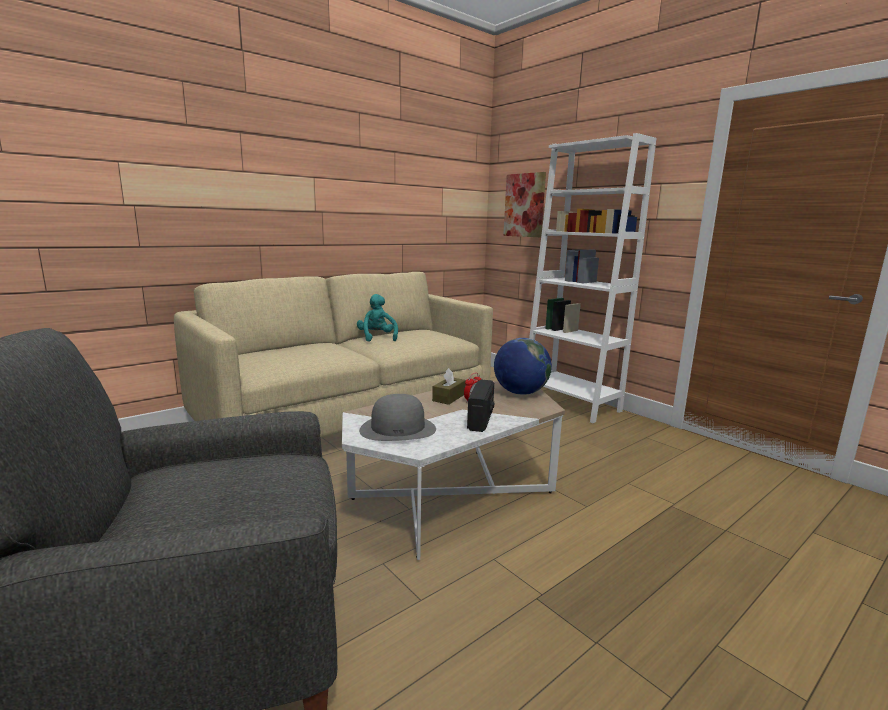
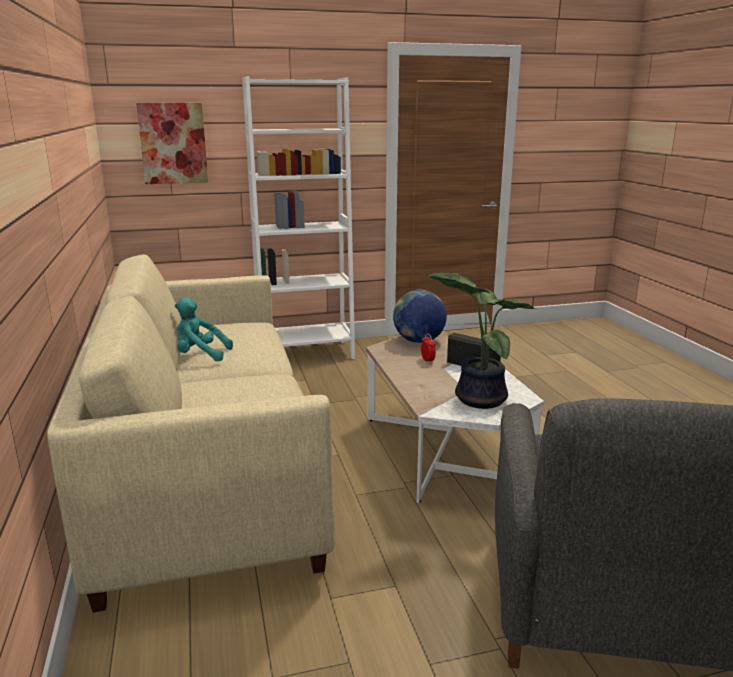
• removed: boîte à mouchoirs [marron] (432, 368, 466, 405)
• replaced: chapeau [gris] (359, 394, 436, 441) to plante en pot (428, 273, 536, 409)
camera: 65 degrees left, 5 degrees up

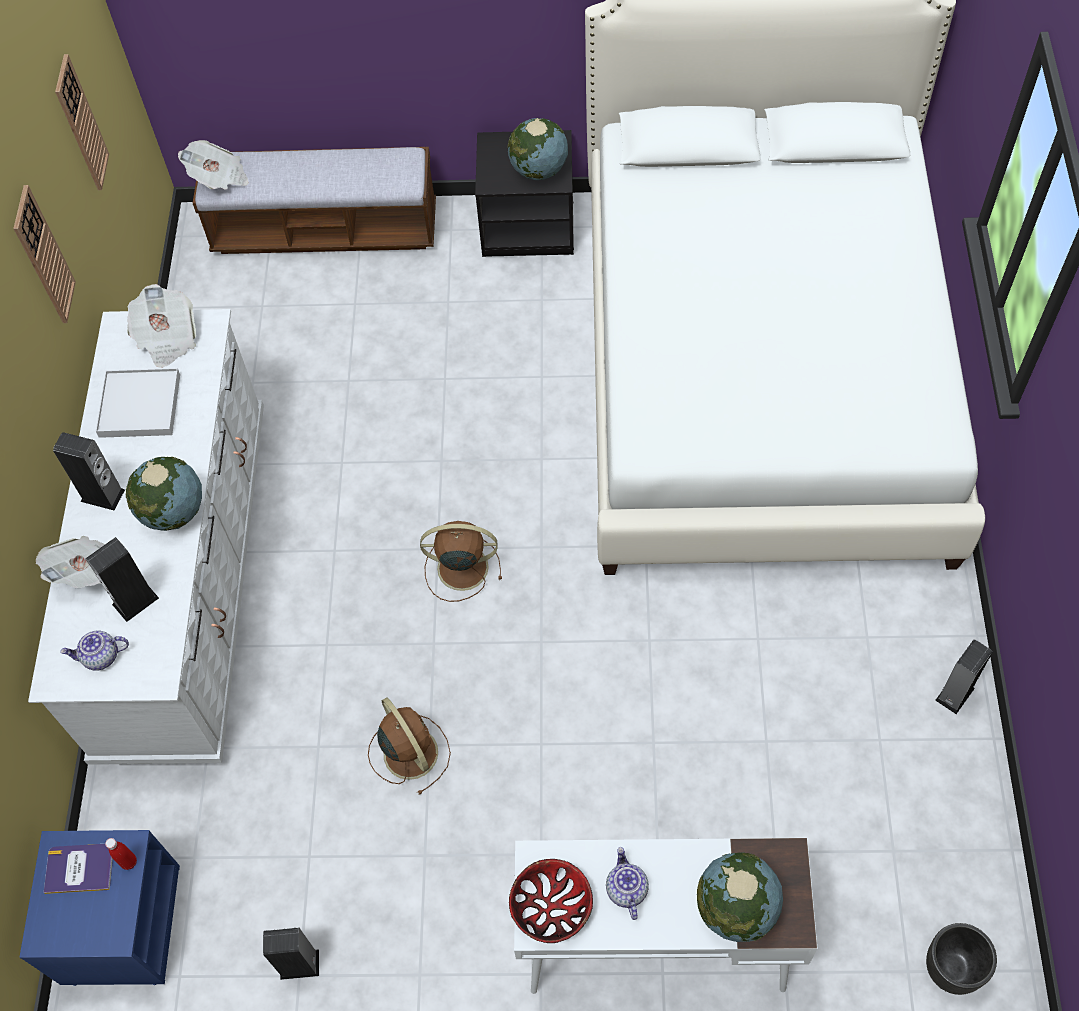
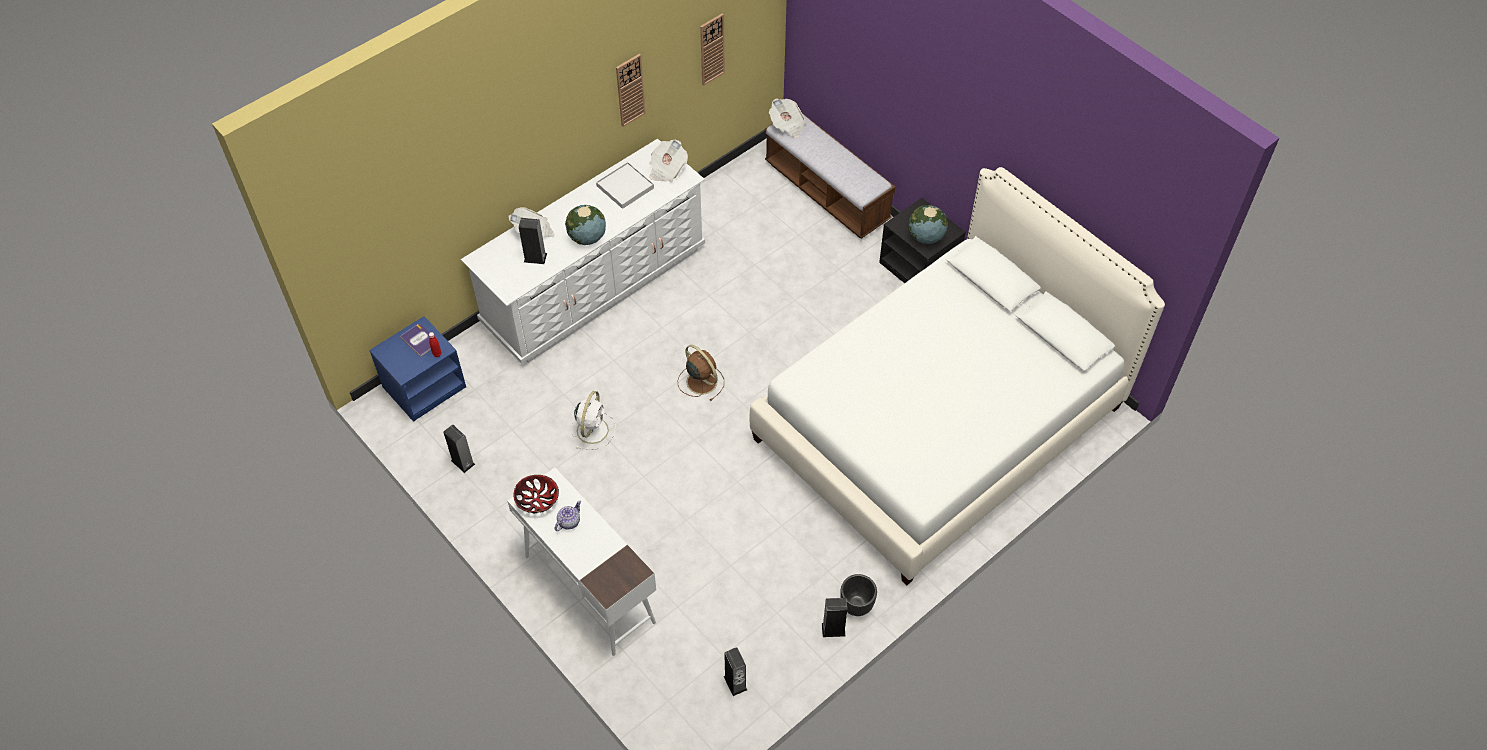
• removed: théière (60, 630, 129, 671)
• removed: globe (697, 852, 783, 942)
• moved: enceinte (53, 432, 125, 511) to (724, 647, 747, 696)
• moved: cache-pot [noir] (926, 923, 997, 995) to (840, 574, 877, 616)
• recoloured: ventilateur [marron] (368, 697, 451, 795) to ventilateur [blanc] (571, 391, 616, 450)
camera: 45 degrees right, 5 degrees down

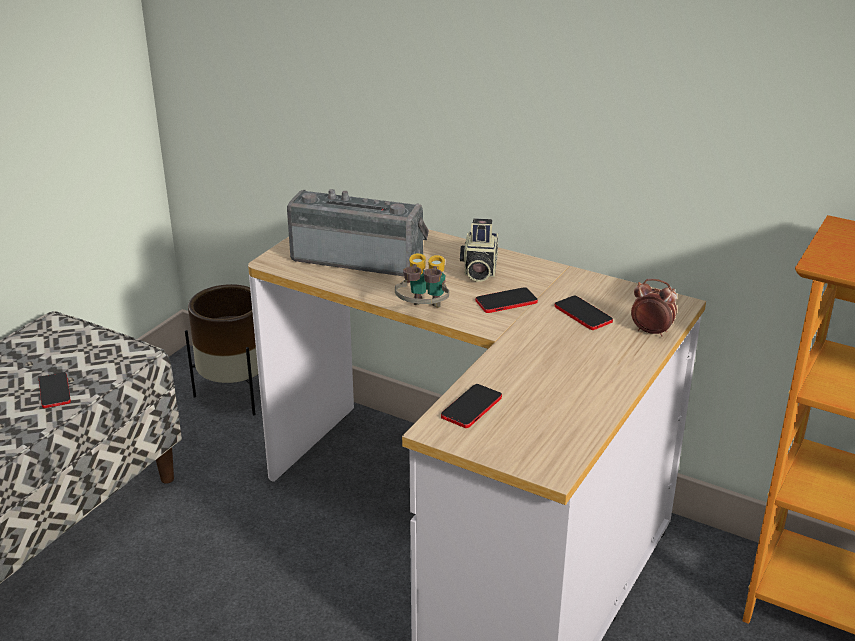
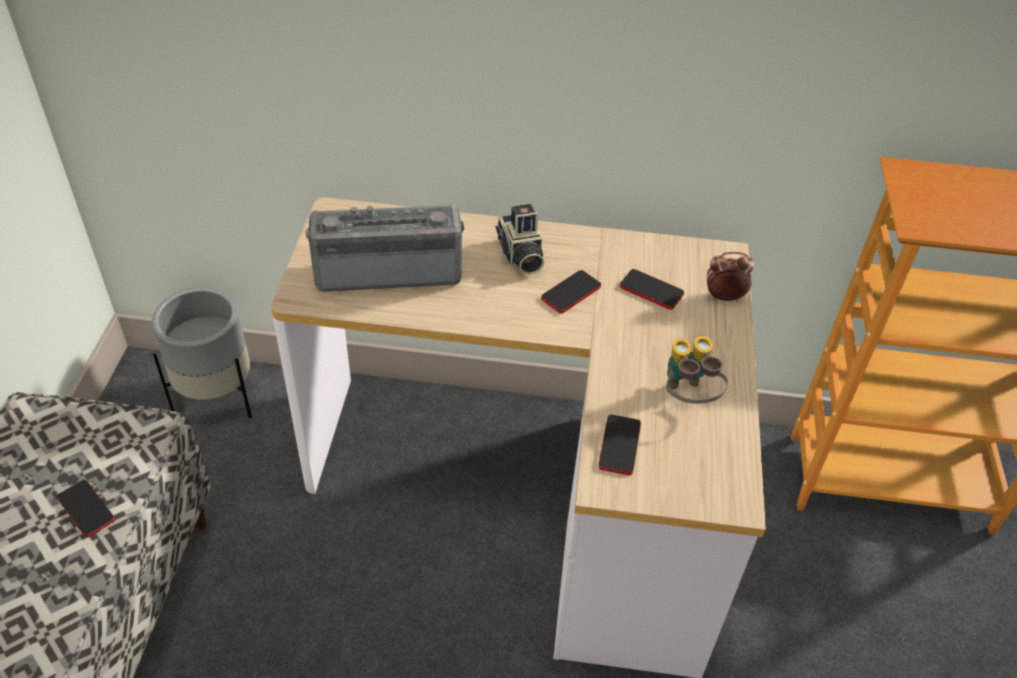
• moved: jumelles (395, 253, 449, 308) to (666, 336, 729, 404)
• recoloured: cache-pot [marron] (185, 284, 258, 416) to cache-pot [gris] (152, 287, 252, 418)
camera: 25 degrees left, 15 degrees up

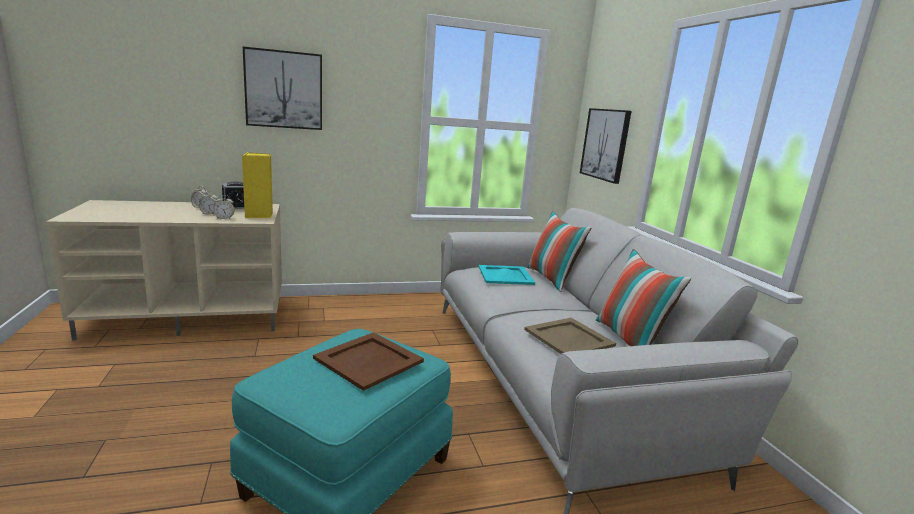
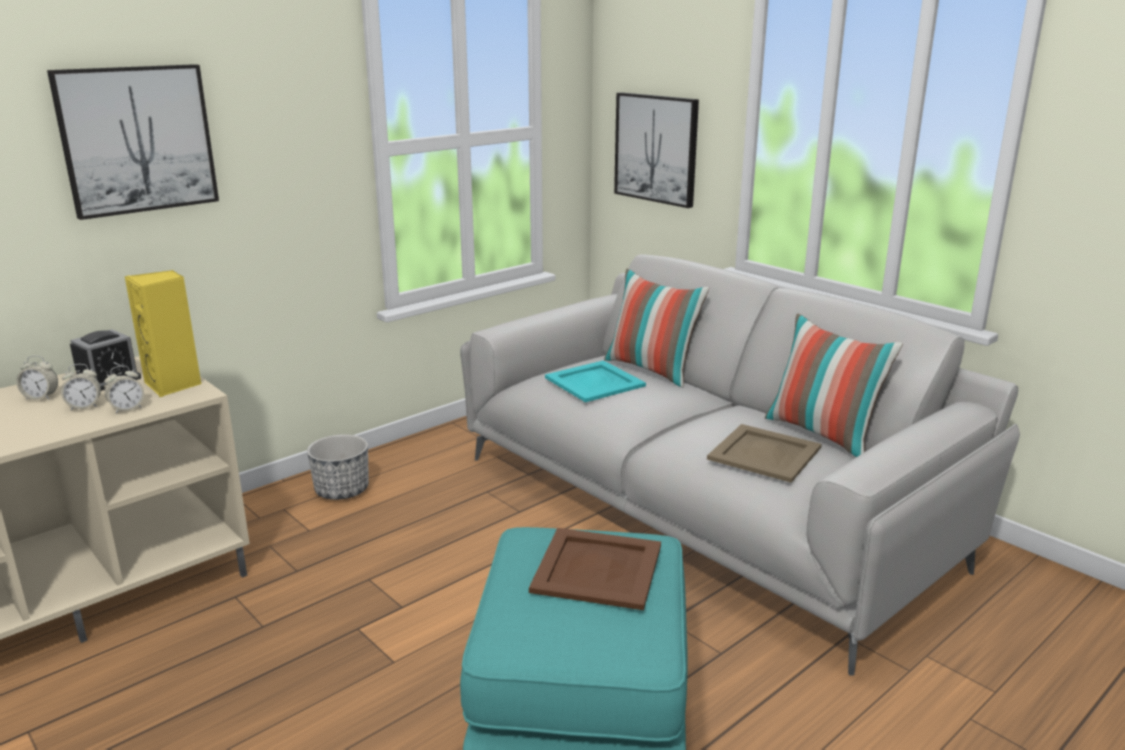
• added: cache-pot (307, 434, 369, 500)
camera: 25 degrees left, 5 degrees up

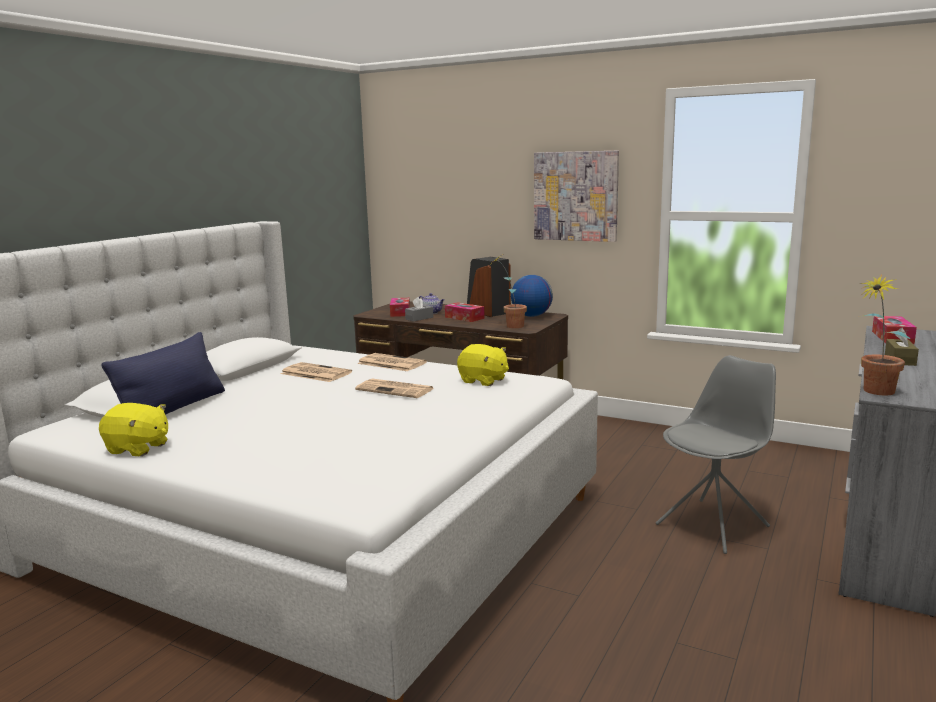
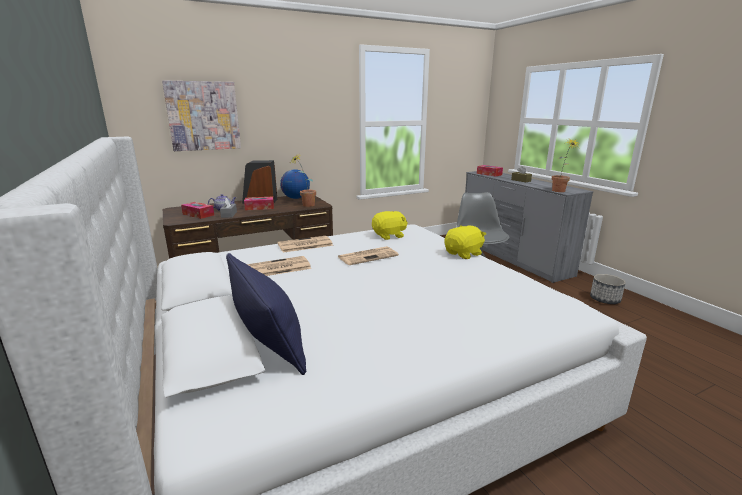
• added: cache-pot (590, 274, 626, 304)
• moved: peluche [jaune] (99, 403, 168, 456) to (445, 225, 486, 259)
• moved: tableau (534, 151, 619, 242) to (162, 80, 241, 151)
camera: 55 degrees left, 5 degrees up

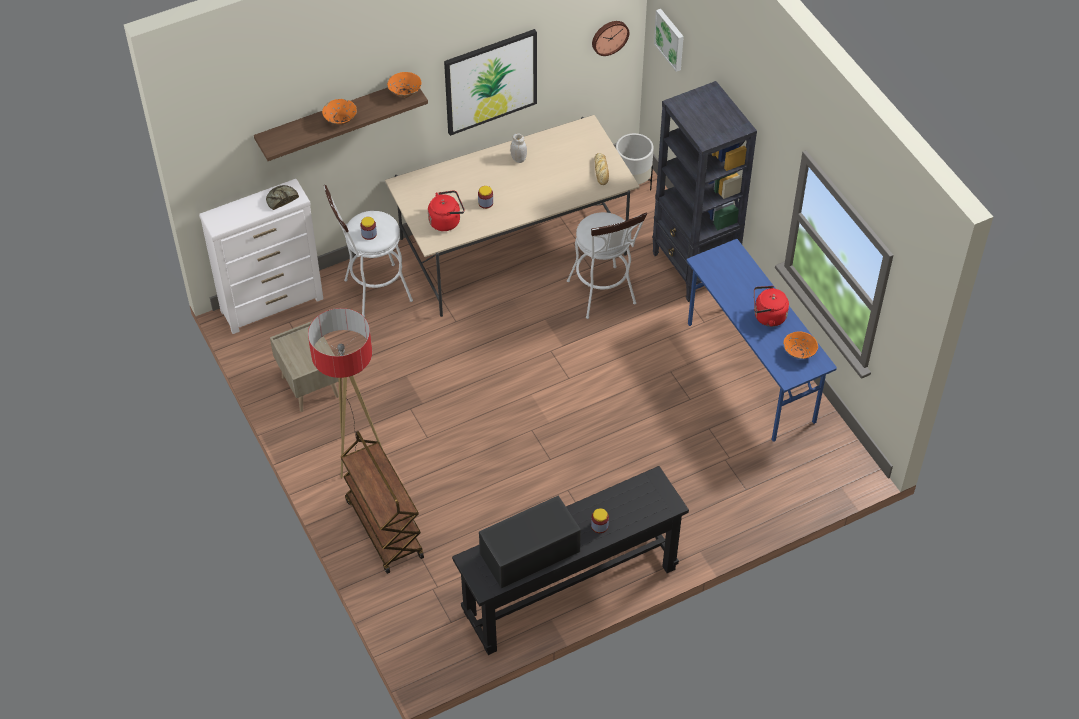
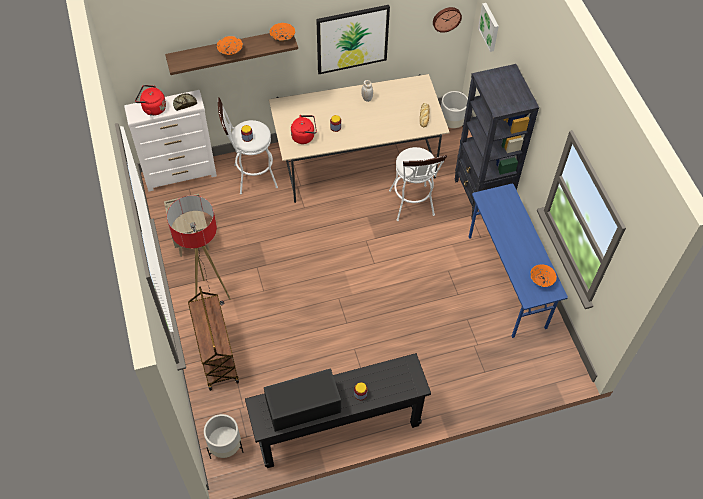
• added: cache-pot [blanc] (204, 414, 243, 459)
• moved: bouilloire [rouge] (754, 286, 789, 327) to (135, 85, 166, 116)
camera: 10 degrees right, 5 degrees up

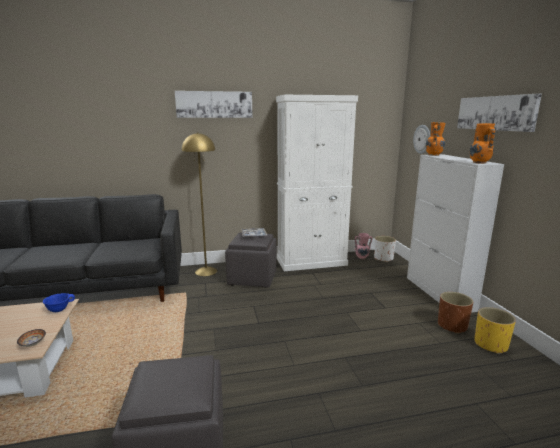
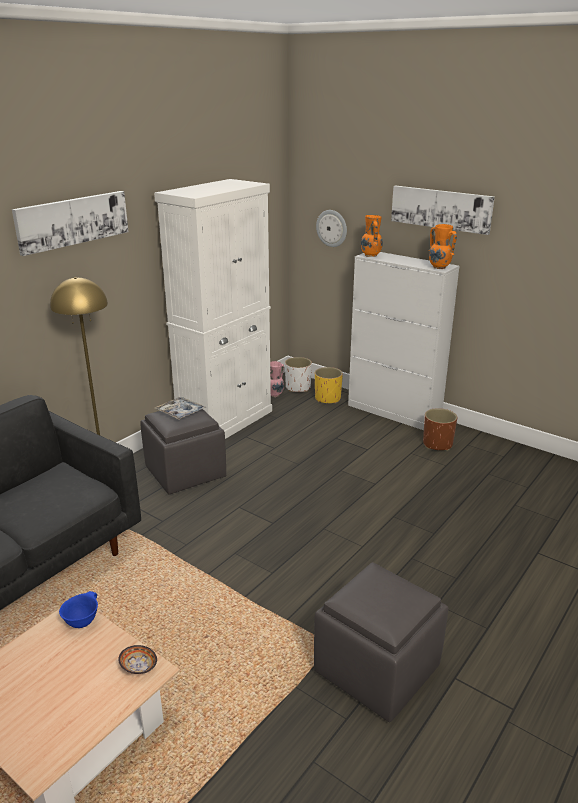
• moved: cache-pot [jaune] (475, 307, 516, 354) to (315, 367, 343, 404)
camera: 40 degrees left, 10 degrees up

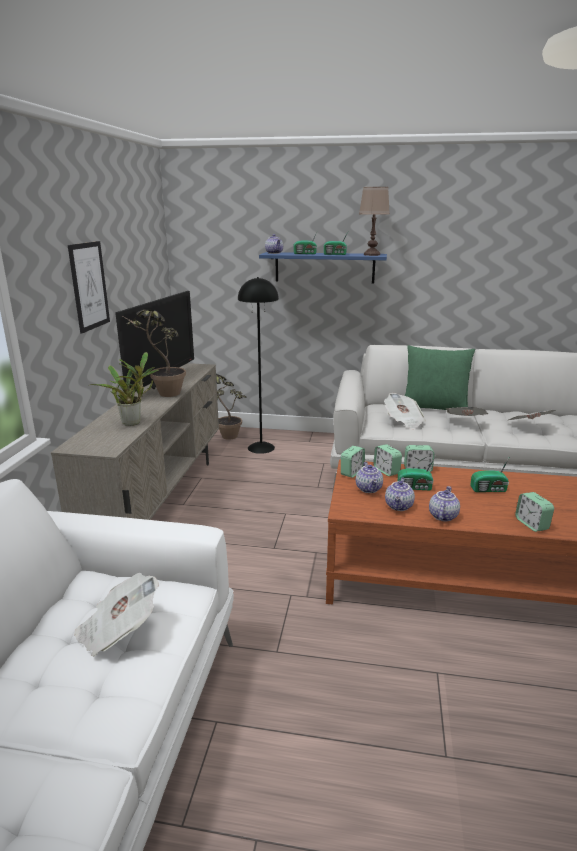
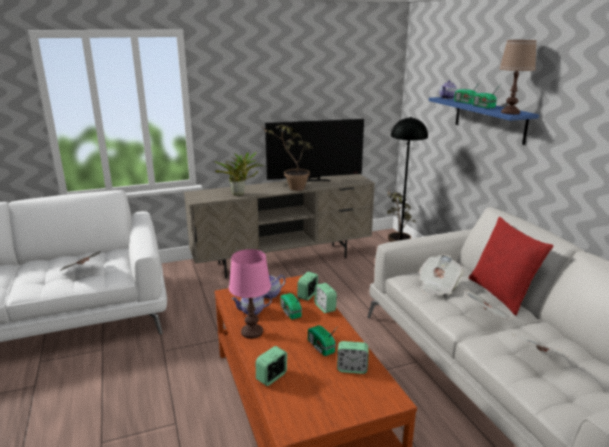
• removed: tableau (68, 241, 110, 333)
• moved: réveil (341, 446, 365, 478) to (337, 341, 369, 374)
• replaced: théière (429, 486, 460, 521) to lampe de table [rose] (229, 249, 271, 339)
• recoloured: coussin [vert] (405, 345, 475, 410) to coussin [rouge] (469, 217, 553, 316)
camera: 60 degrees right, 0 degrees up

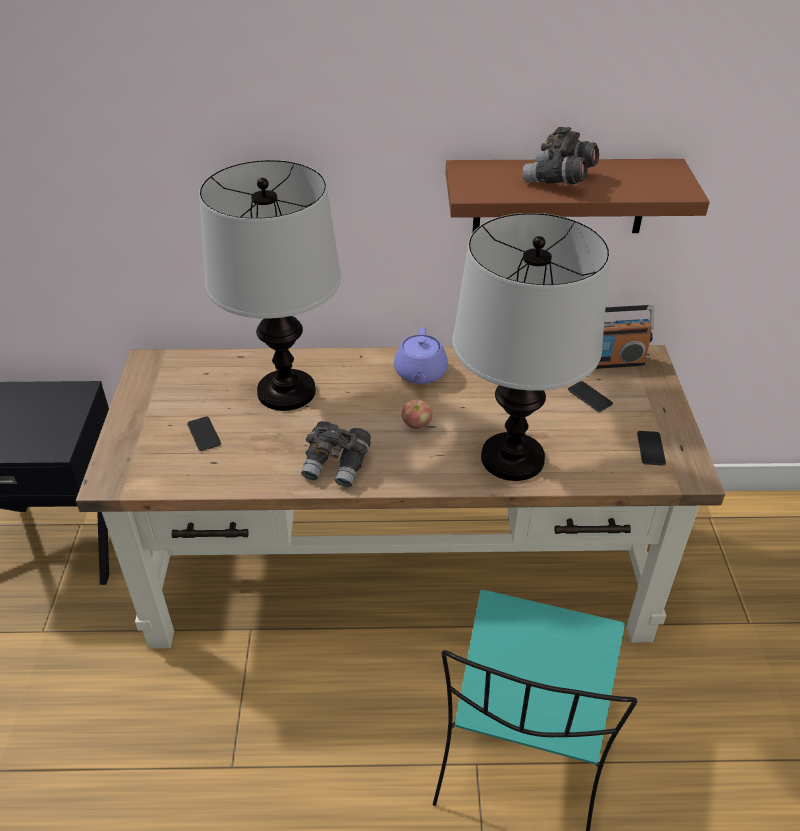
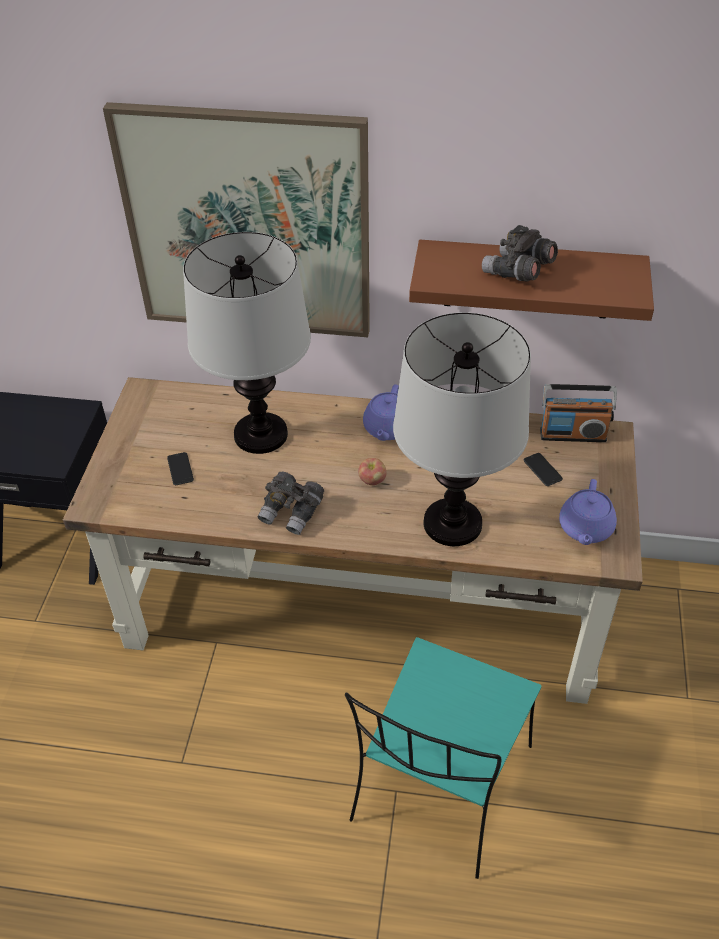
• added: tableau (103, 102, 370, 337)
• replaced: téléphone (637, 431, 666, 465) to théière [violet] (559, 479, 617, 545)
camera: 10 degrees right, 5 degrees up

